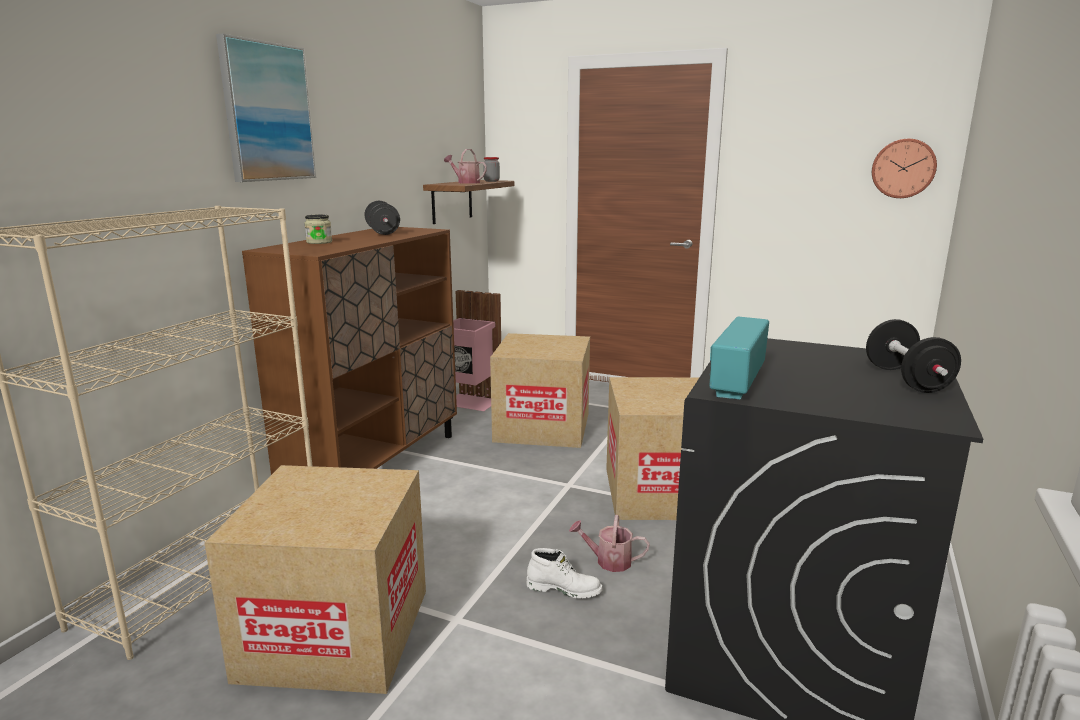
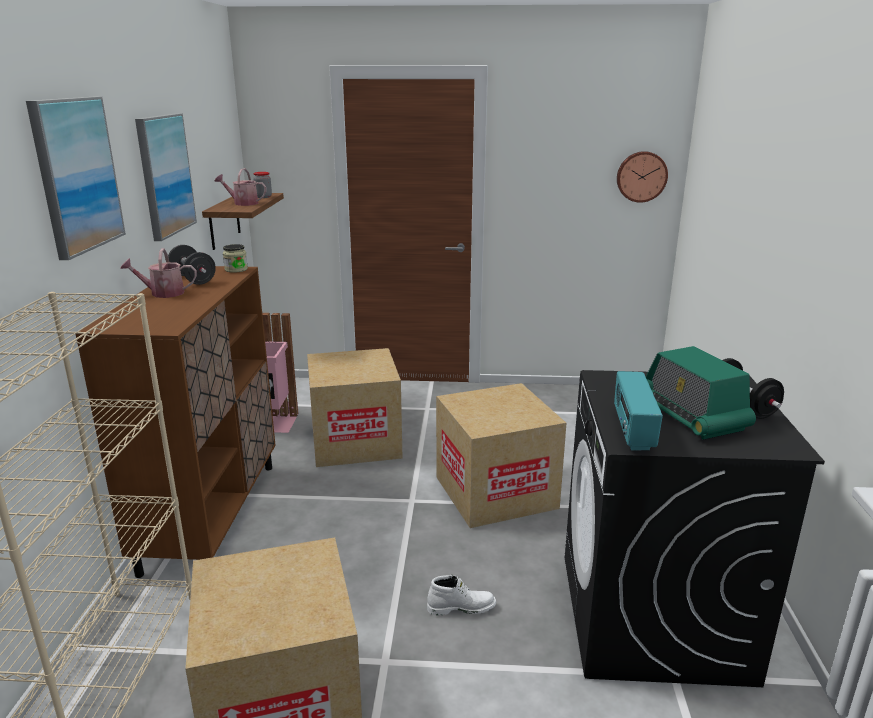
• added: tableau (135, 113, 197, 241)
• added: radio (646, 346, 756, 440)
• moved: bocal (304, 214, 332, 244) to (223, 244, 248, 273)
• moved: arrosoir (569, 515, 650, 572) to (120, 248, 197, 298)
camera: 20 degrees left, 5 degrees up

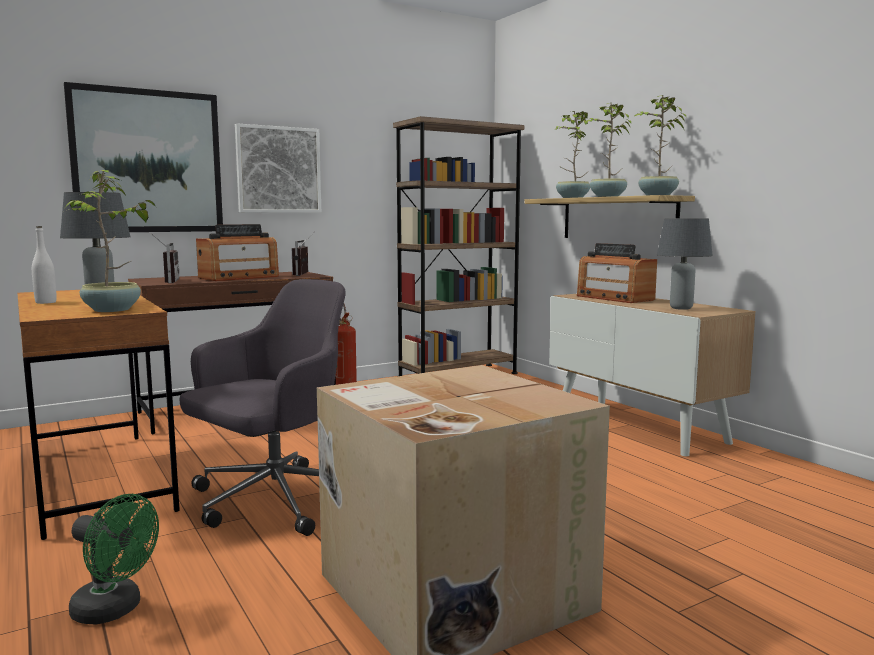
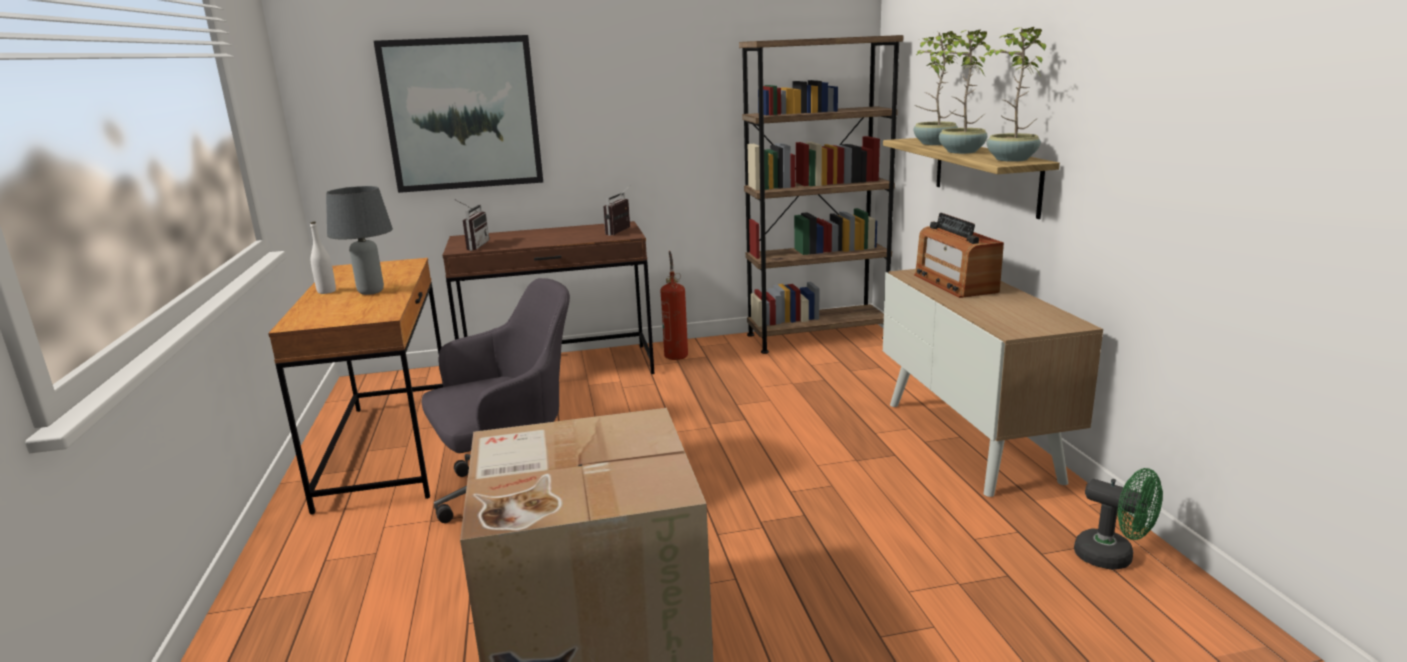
• removed: plante en pot (65, 170, 156, 312)
• removed: radio (196, 224, 279, 281)
• removed: tableau (235, 123, 321, 213)
• removed: lampe de table [gris] (657, 218, 713, 310)
• moved: ventilateur [vert] (69, 494, 159, 625) to (1074, 468, 1163, 570)
camera: 20 degrees right, 10 degrees up

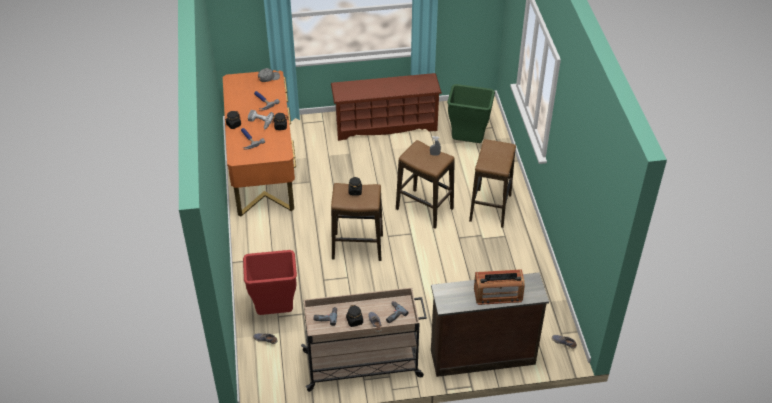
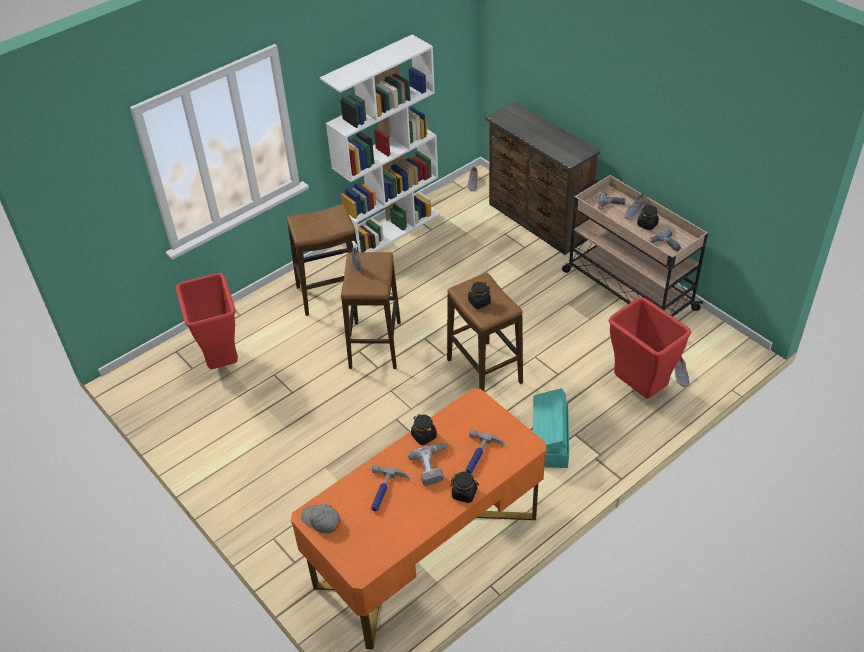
• removed: étagère à chaussures [marron] (331, 73, 442, 141)
• removed: radio (474, 269, 525, 305)
• added: bibliothèque [blanc] (320, 34, 440, 252)
• added: boîte de rangement [turquoise] (533, 388, 569, 468)
• recoloured: poubelle [vert] (447, 84, 495, 143) to poubelle [rouge] (176, 273, 238, 369)
camera: 120 degrees left, 0 degrees up

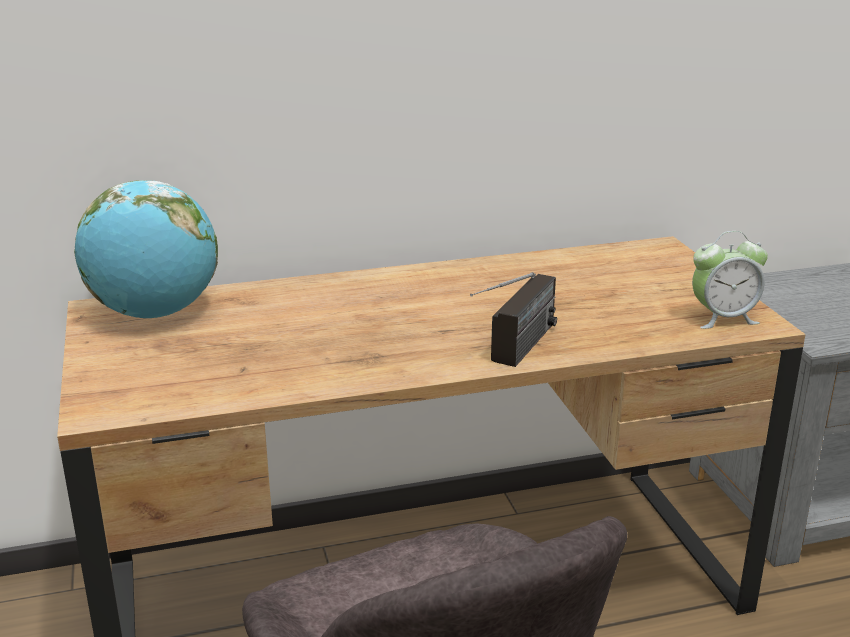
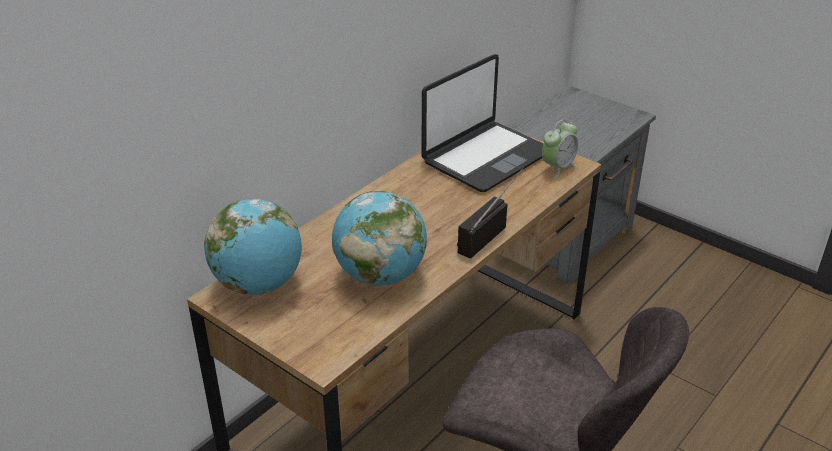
• added: globe (332, 191, 427, 286)
• added: ordinateur portable (421, 54, 544, 192)
• turned: radio (470, 272, 557, 367) = (457, 164, 527, 258) 135 degrees counterclockwise
camera: 35 degrees left, 10 degrees up

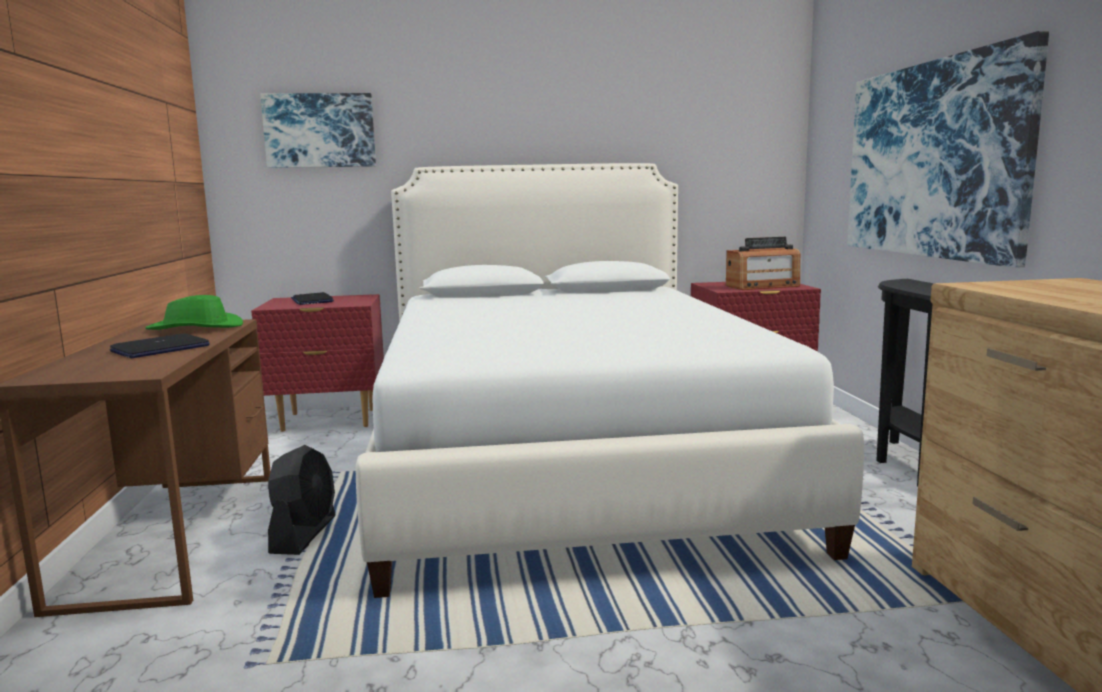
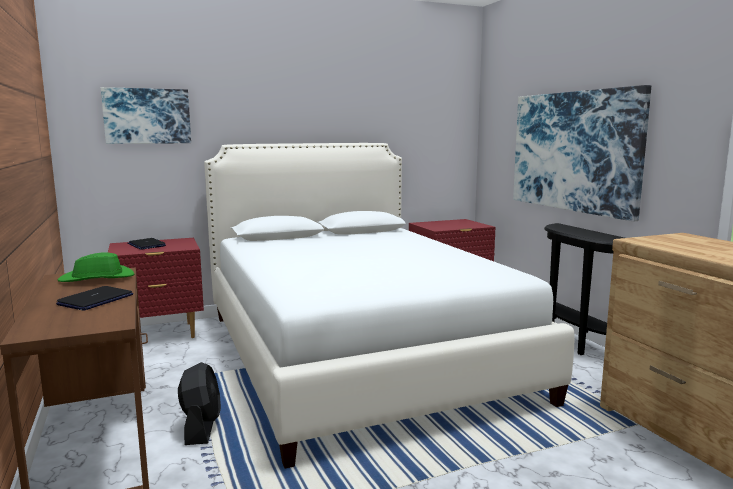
• removed: radio (726, 237, 800, 290)
camera: 15 degrees left, 0 degrees up

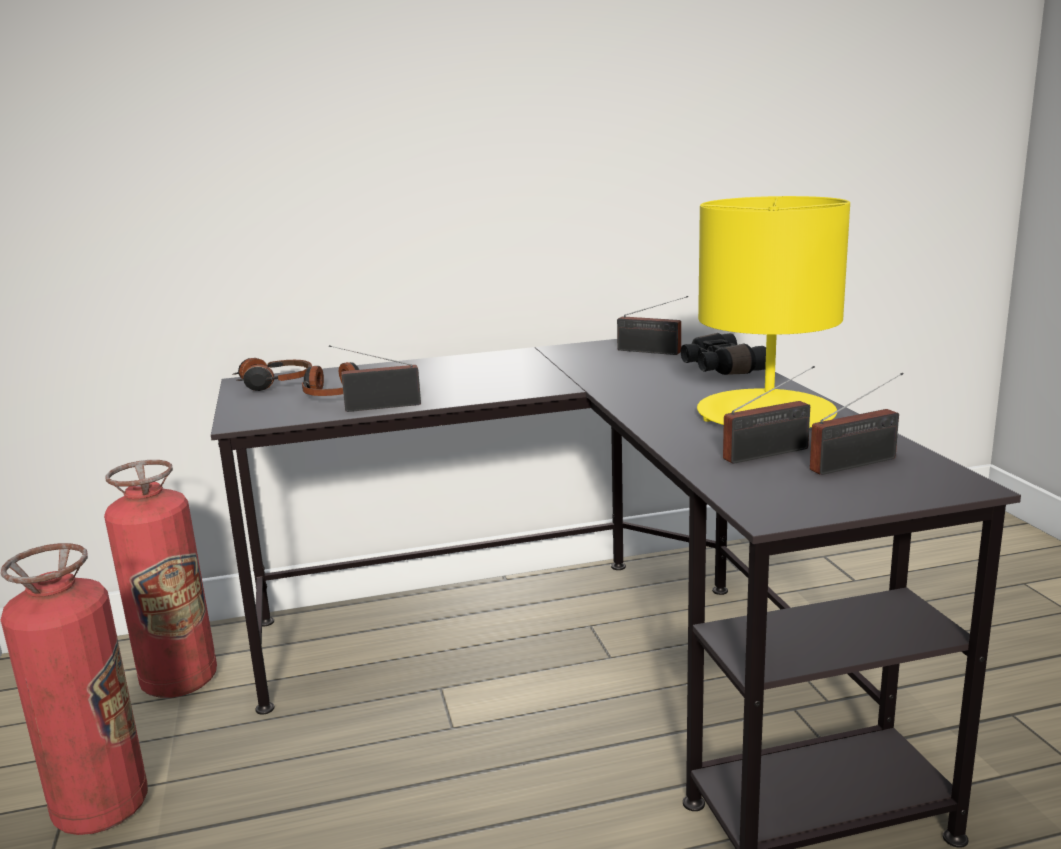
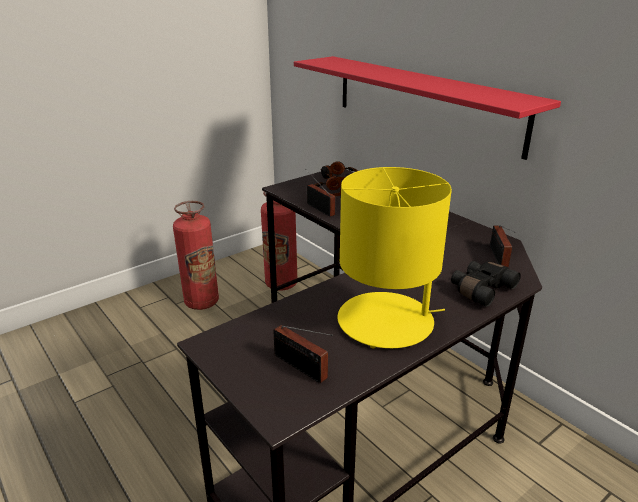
• removed: radio (723, 366, 815, 464)
• added: étagère [rouge] (294, 56, 561, 160)
camera: 65 degrees right, 10 degrees up

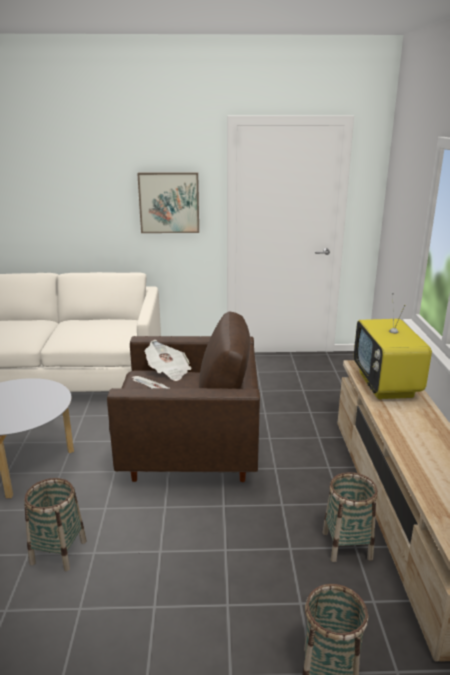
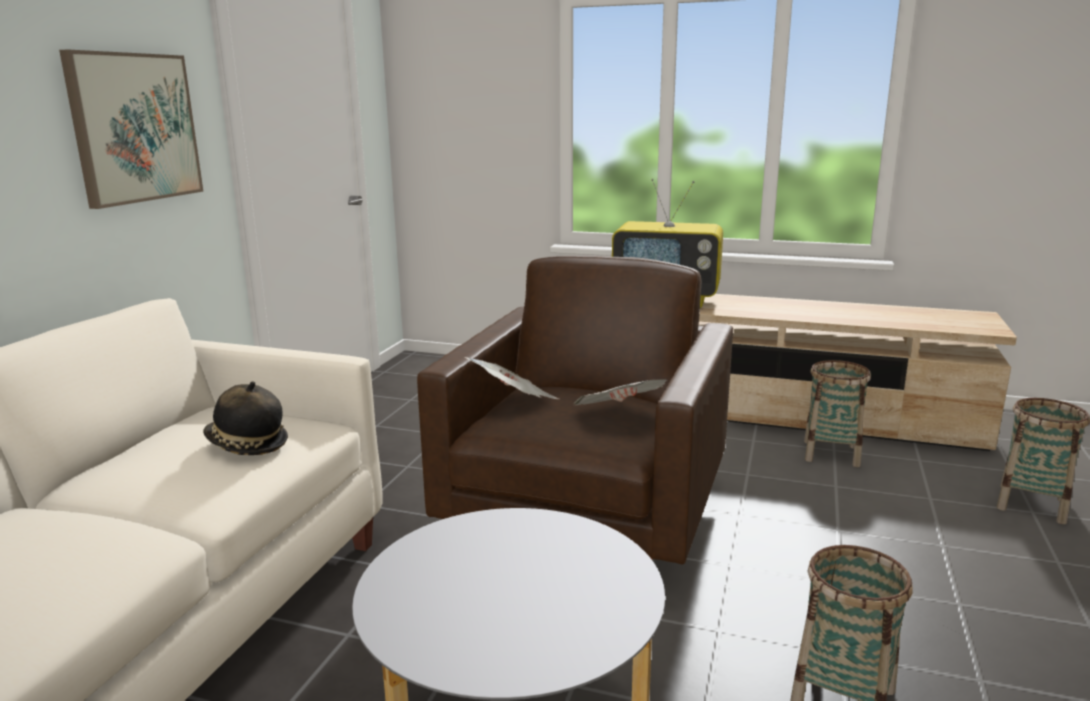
• added: chapeau (203, 381, 288, 455)
camera: 70 degrees left, 5 degrees down

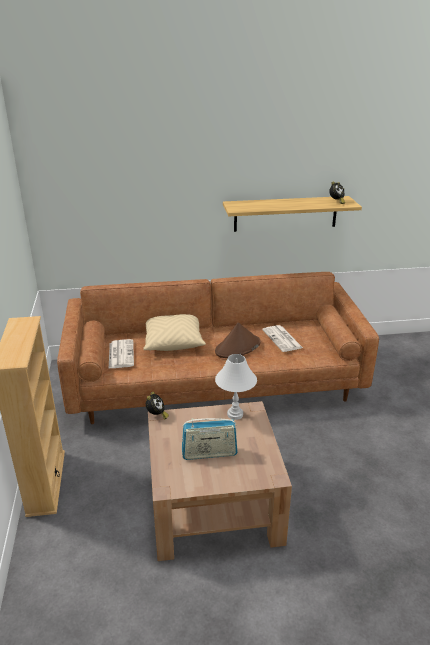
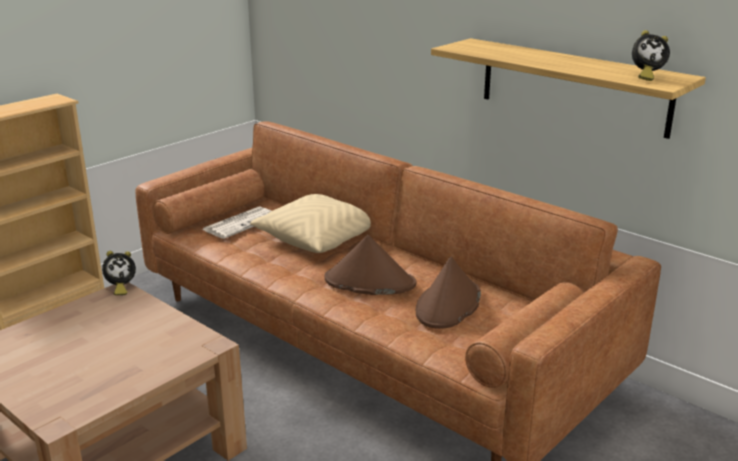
• removed: radio (182, 418, 238, 460)
• removed: lampe de table [blanc] (215, 354, 257, 420)
• replaced: journal (262, 325, 303, 352) to chapeau [marron] (416, 256, 481, 329)
camera: 50 degrees right, 5 degrees down

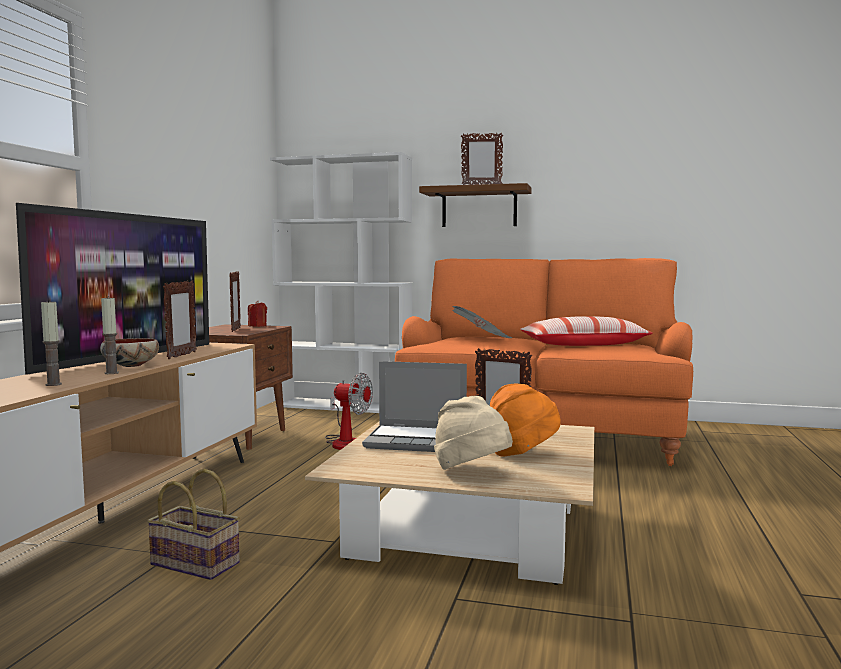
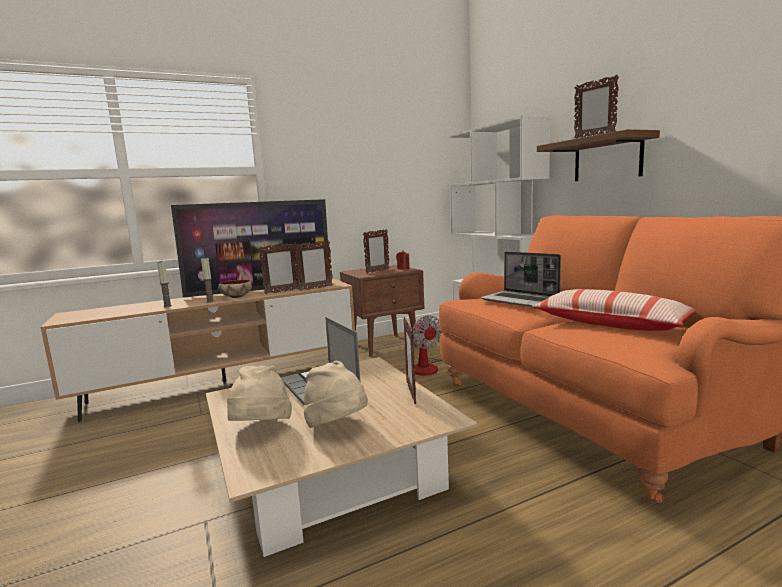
• removed: panier (147, 469, 240, 580)
• added: cadre photo (294, 240, 333, 291)
• replaced: journal (452, 306, 512, 338) to ordinateur portable (480, 251, 561, 307)
• recoloured: chapeau [orange] (490, 384, 561, 456) to chapeau [beige] (304, 361, 368, 428)
camera: 50 degrees right, 5 degrees up

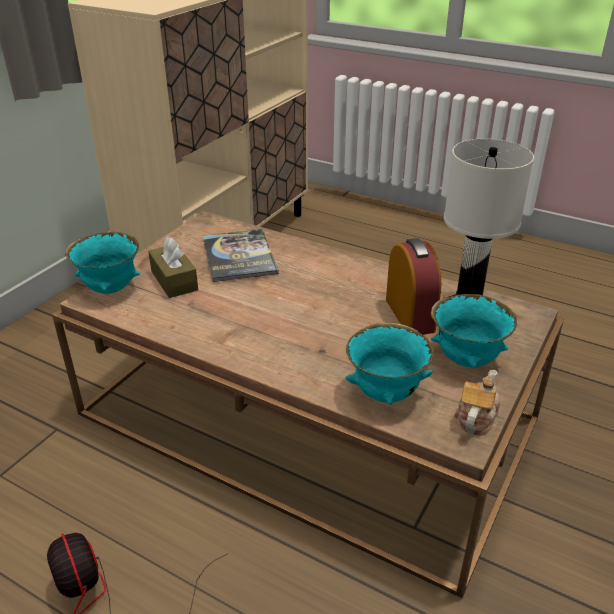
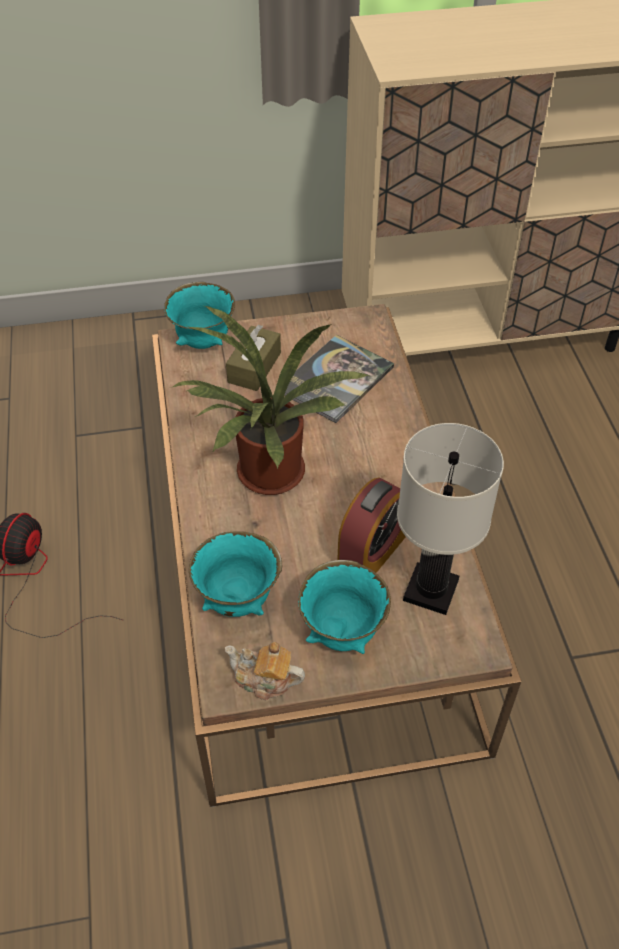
• added: plante en pot (169, 306, 369, 495)
• turned: théière (454, 370, 500, 436) = (225, 642, 305, 701) 150 degrees counterclockwise
camera: 50 degrees right, 15 degrees up

